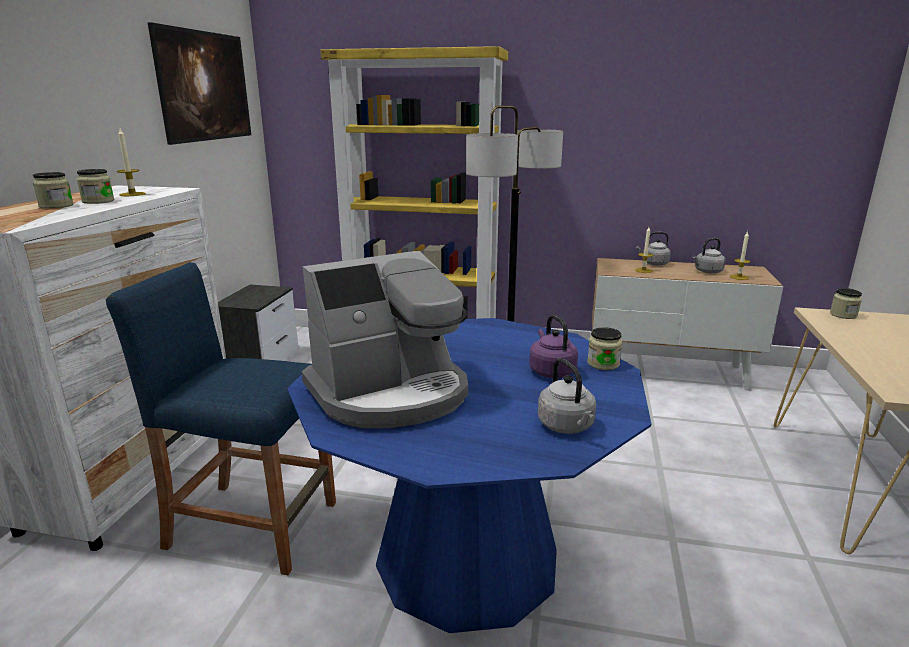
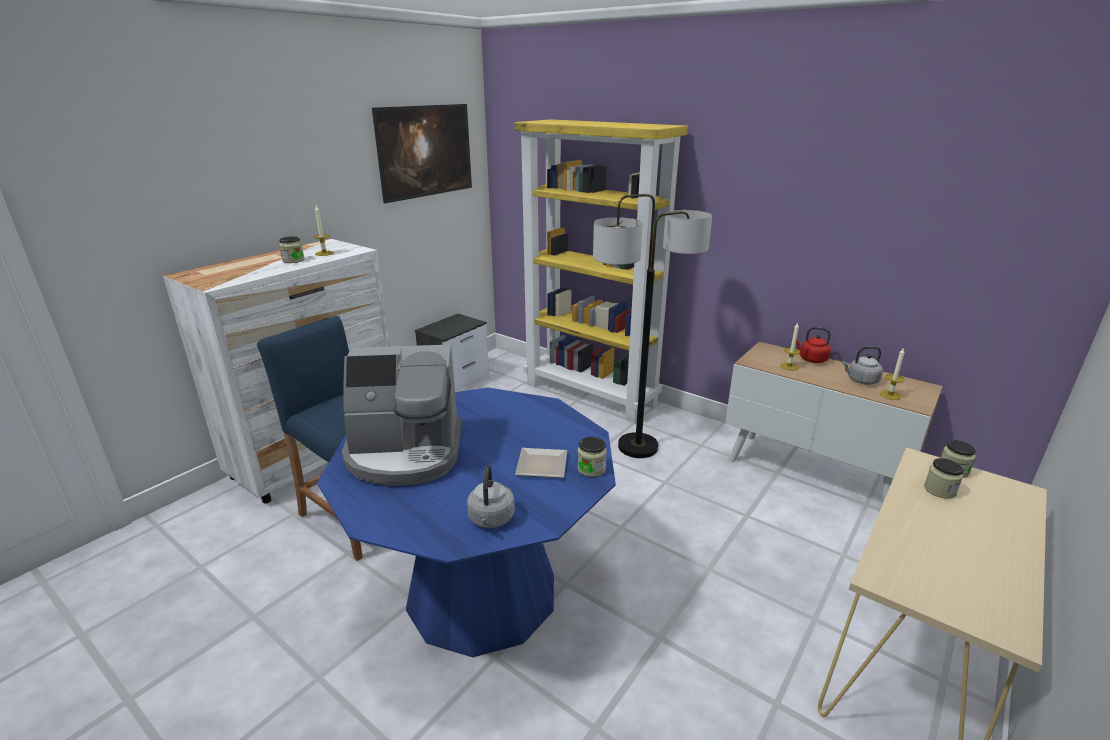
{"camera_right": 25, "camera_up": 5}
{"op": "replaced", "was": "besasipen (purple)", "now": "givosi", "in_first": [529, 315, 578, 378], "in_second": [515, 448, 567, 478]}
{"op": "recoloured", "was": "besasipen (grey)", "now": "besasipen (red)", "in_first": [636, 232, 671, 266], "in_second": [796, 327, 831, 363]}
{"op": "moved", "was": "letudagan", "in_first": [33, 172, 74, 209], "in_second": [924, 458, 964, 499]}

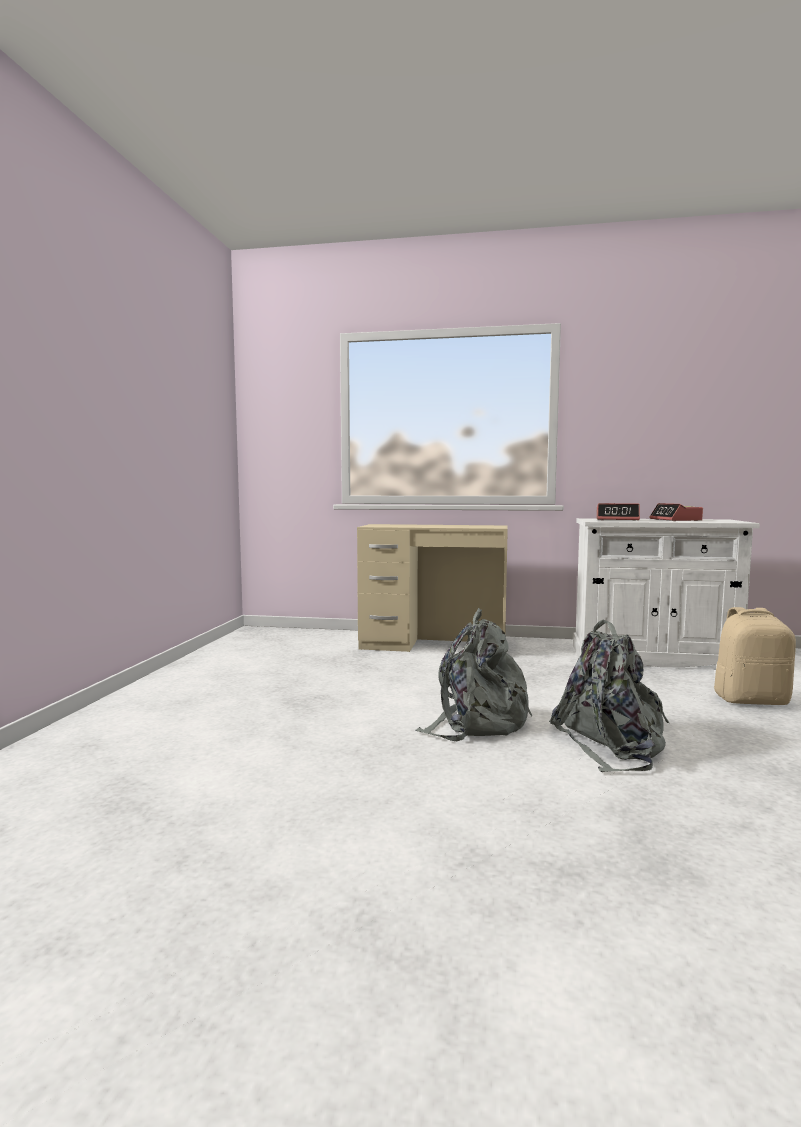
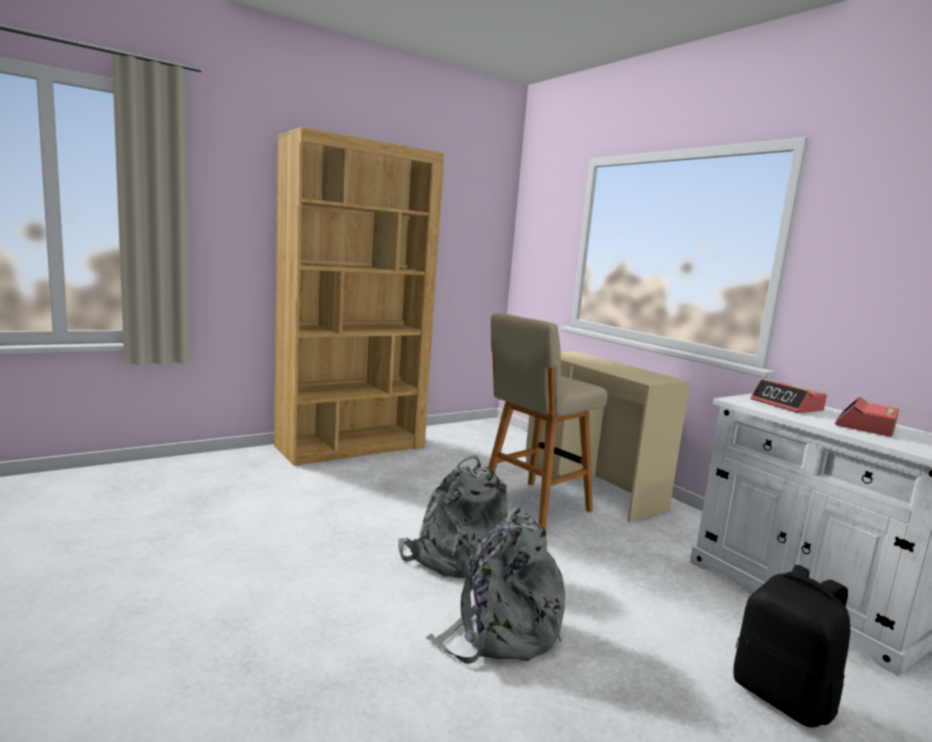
{"camera_right": 45, "camera_up": 5}
{"op": "added", "now": "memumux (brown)", "in_second": [274, 127, 444, 466]}
{"op": "added", "now": "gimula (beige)", "in_second": [488, 313, 608, 530]}
{"op": "recoloured", "was": "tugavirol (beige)", "now": "tugavirol (black)", "in_first": [714, 607, 796, 705], "in_second": [733, 565, 851, 728]}

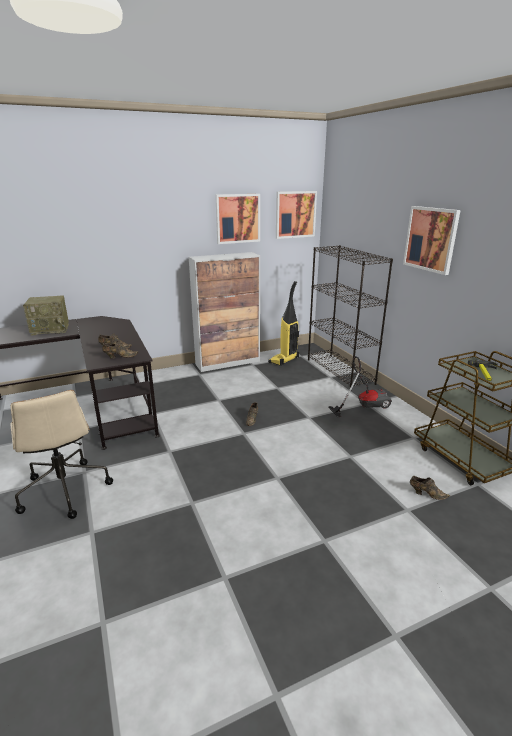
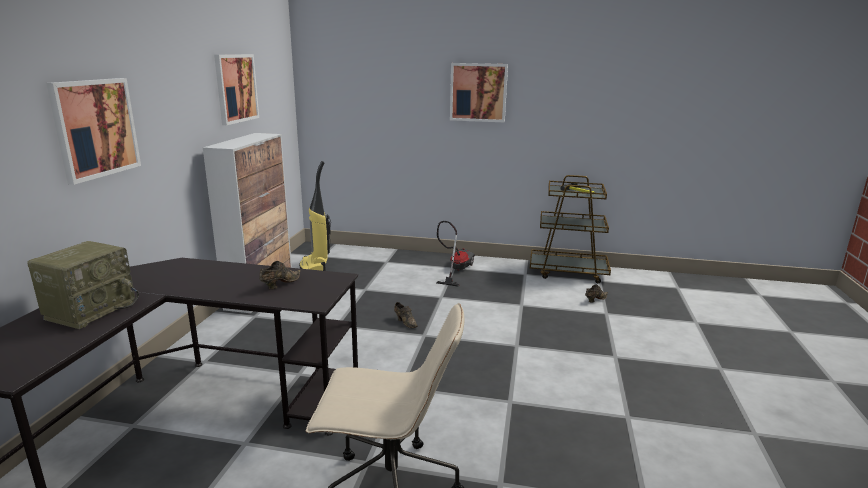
{"camera_right": -55, "camera_up": -5}
{"op": "moved", "was": "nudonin", "in_first": [276, 191, 317, 239], "in_second": [46, 78, 141, 185]}
{"op": "removed", "was": "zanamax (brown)", "in_first": [102, 341, 138, 359]}
{"op": "removed", "was": "memumux (black)", "in_first": [308, 245, 393, 390]}

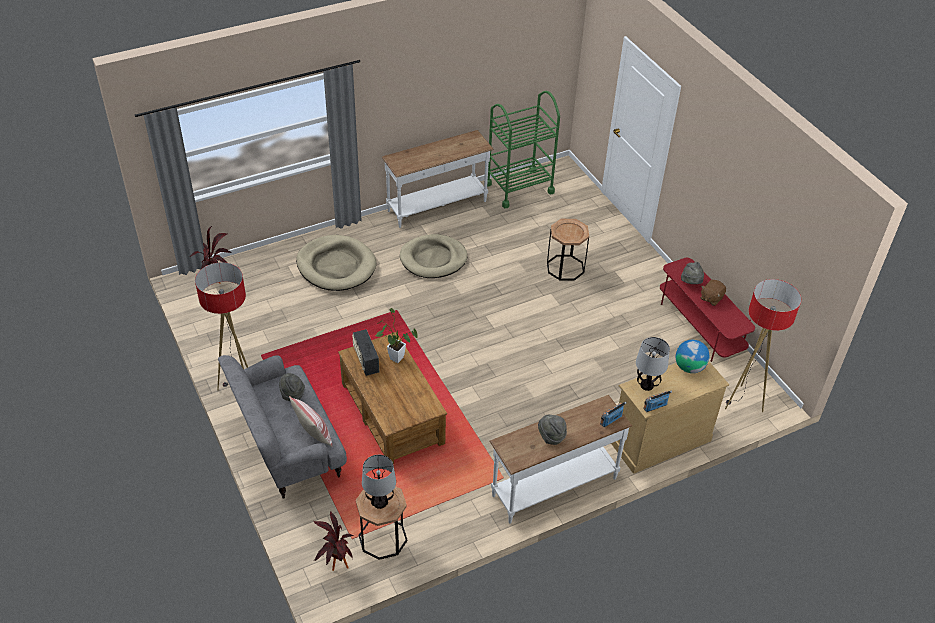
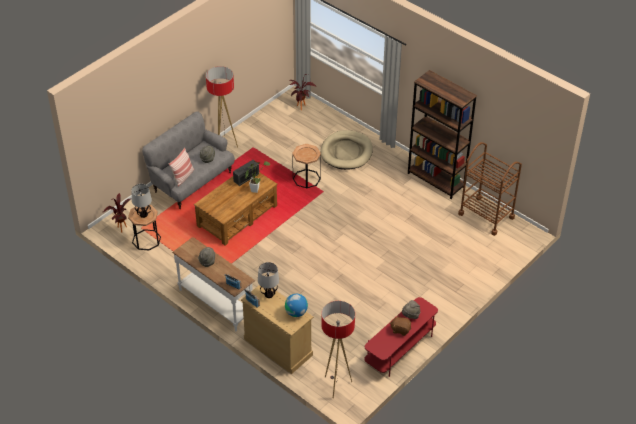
{"camera_right": 70, "camera_up": 0}
{"op": "moved", "was": "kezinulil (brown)", "in_first": [547, 219, 589, 280], "in_second": [292, 144, 321, 188]}
{"op": "replaced", "was": "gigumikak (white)", "now": "memumux (brown)", "in_first": [382, 130, 494, 228], "in_second": [408, 70, 477, 199]}
{"op": "recoloured", "was": "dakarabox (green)", "now": "dakarabox (brown)", "in_first": [487, 91, 560, 208], "in_second": [458, 142, 522, 236]}
{"op": "removed", "was": "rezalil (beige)", "in_first": [400, 234, 467, 278]}

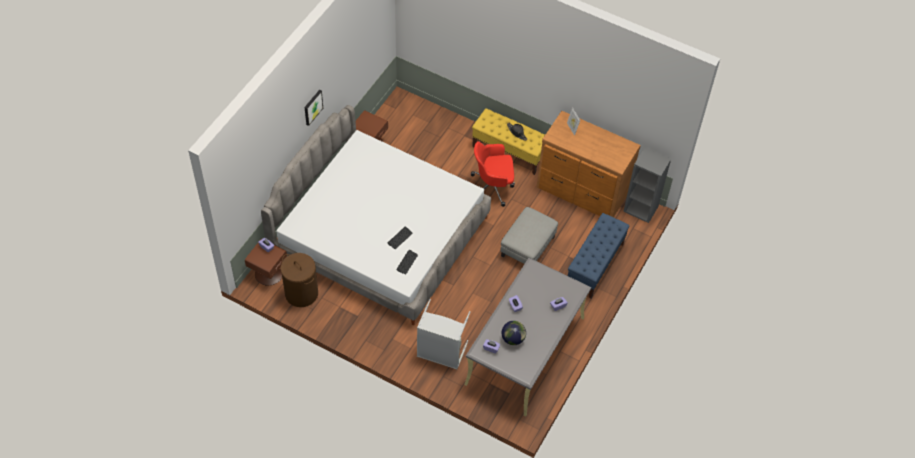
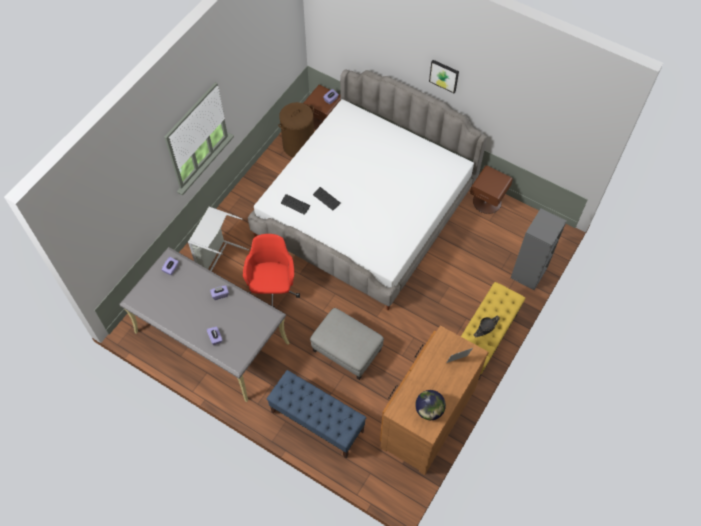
{"camera_right": 95, "camera_up": 5}
{"op": "moved", "was": "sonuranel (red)", "in_first": [471, 141, 515, 207], "in_second": [243, 234, 300, 308]}
{"op": "moved", "was": "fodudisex", "in_first": [502, 321, 526, 345], "in_second": [415, 390, 446, 420]}
{"op": "moved", "was": "memumux (grey)", "in_first": [623, 147, 671, 223], "in_second": [511, 208, 567, 290]}

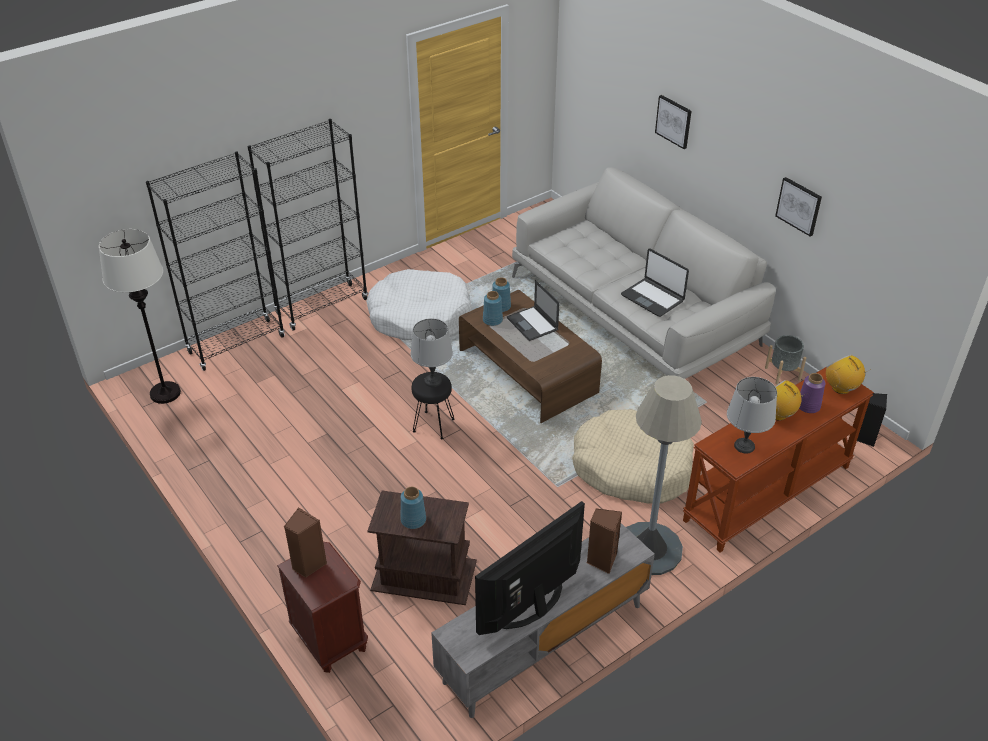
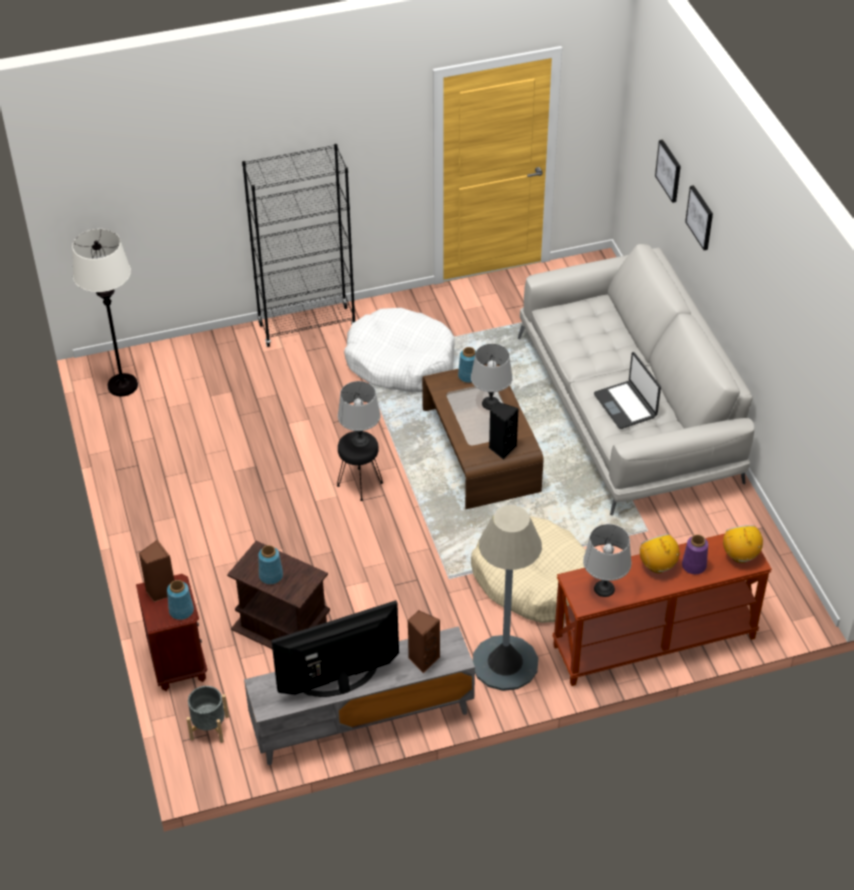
{"camera_right": 20, "camera_up": 5}
{"op": "moved", "was": "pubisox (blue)", "in_first": [483, 291, 503, 326], "in_second": [167, 580, 194, 620]}
{"op": "moved", "was": "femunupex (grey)", "in_first": [765, 335, 806, 385], "in_second": [186, 686, 229, 743]}
{"op": "replaced", "was": "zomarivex", "now": "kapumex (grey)", "in_first": [507, 280, 560, 341], "in_second": [471, 344, 512, 410]}
{"op": "moved", "was": "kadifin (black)", "in_first": [857, 393, 887, 447], "in_second": [489, 402, 519, 460]}
{"op": "moved", "was": "nudonin", "in_first": [775, 177, 822, 236], "in_second": [655, 140, 681, 203]}
{"op": "removed", "was": "memumux (black)", "in_first": [146, 152, 285, 371]}

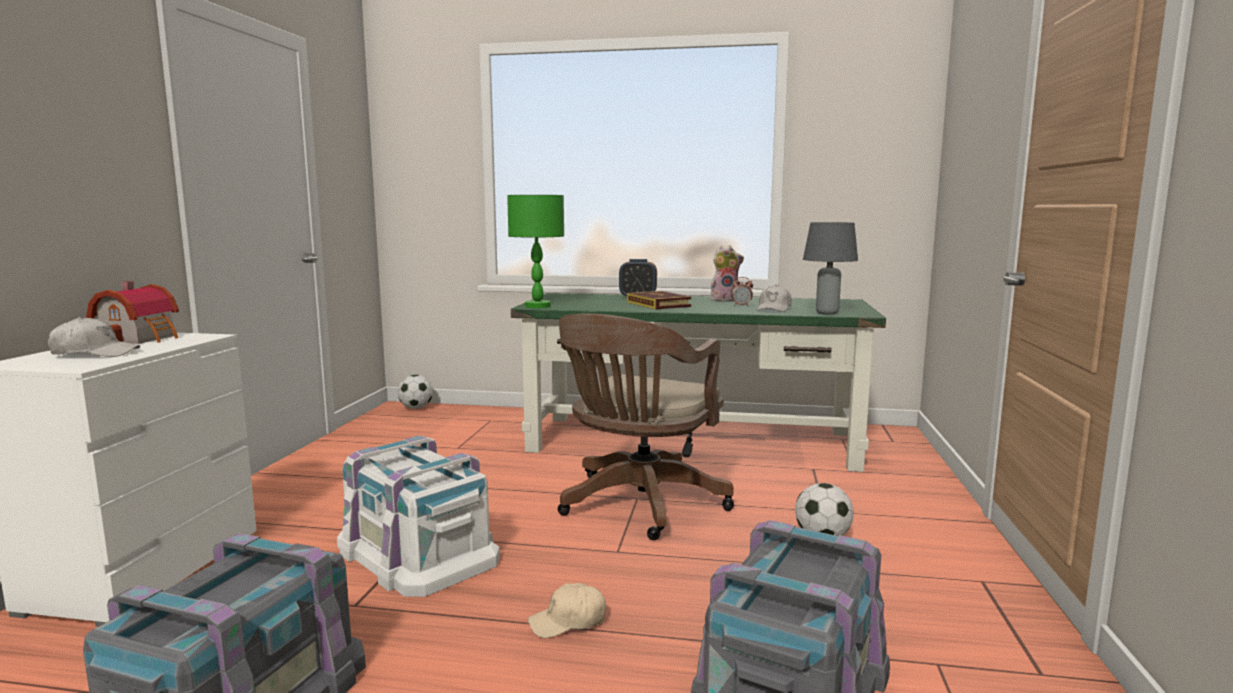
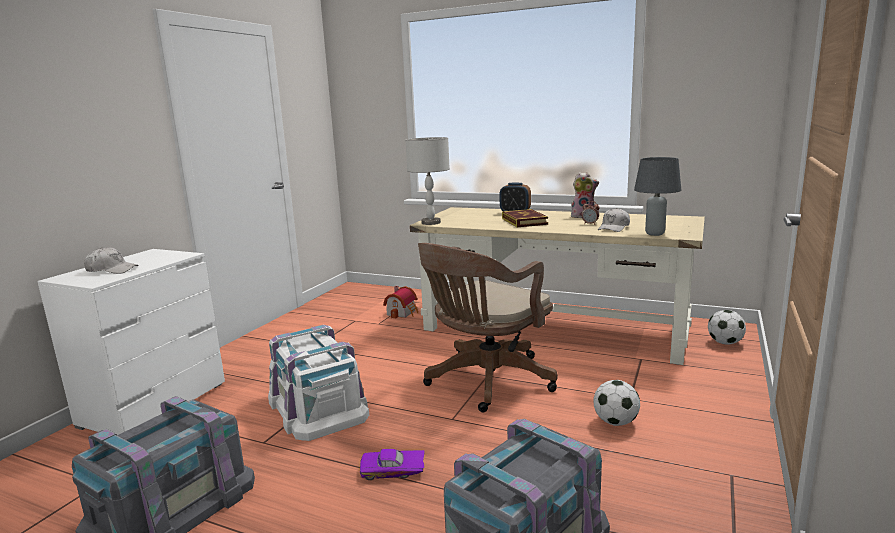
{"camera_right": 15, "camera_up": 5}
{"op": "replaced", "was": "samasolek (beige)", "now": "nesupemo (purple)", "in_first": [528, 583, 606, 638], "in_second": [360, 449, 425, 480]}
{"op": "moved", "was": "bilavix", "in_first": [86, 281, 179, 344], "in_second": [383, 286, 418, 319]}
{"op": "recoloured", "was": "kapumex (green)", "now": "kapumex (grey)", "in_first": [507, 195, 564, 308], "in_second": [406, 137, 450, 225]}
{"op": "recoloured", "was": "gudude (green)", "now": "gudude (beige)", "in_first": [511, 293, 886, 472], "in_second": [410, 207, 705, 365]}
{"op": "moved", "was": "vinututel", "in_first": [397, 375, 433, 409], "in_second": [708, 310, 746, 345]}

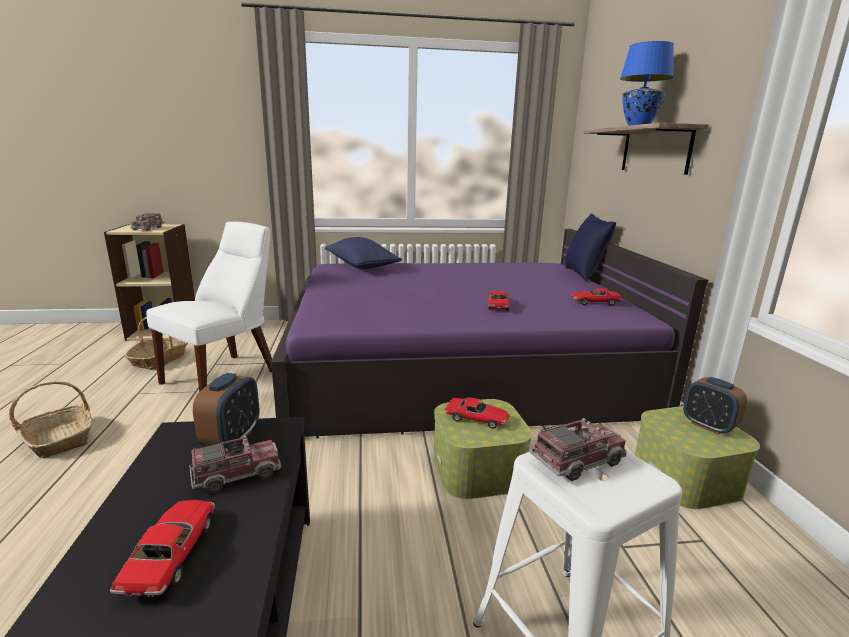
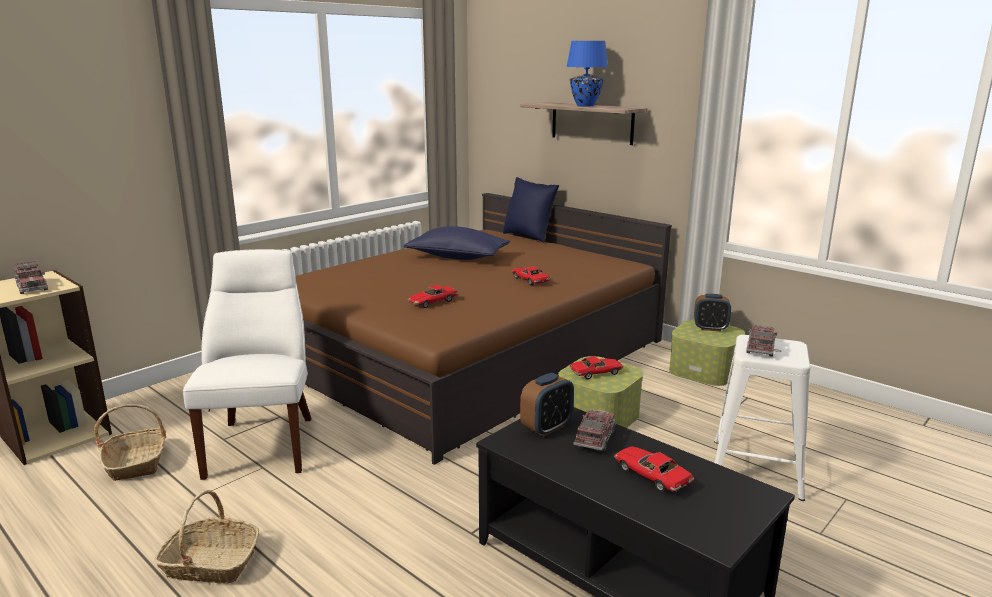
{"camera_right": -40, "camera_up": 0}
{"op": "recoloured", "was": "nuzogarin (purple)", "now": "nuzogarin (brown)", "in_first": [271, 229, 708, 439], "in_second": [296, 193, 672, 465]}
{"op": "moved", "was": "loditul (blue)", "in_first": [325, 237, 402, 269], "in_second": [404, 226, 510, 260]}
{"op": "moved", "was": "nesupemo", "in_first": [570, 288, 623, 306], "in_second": [407, 285, 458, 308]}
{"op": "turned", "was": "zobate", "in_first": [193, 373, 260, 449], "in_second": [520, 373, 574, 436], "clockwise": 75}

